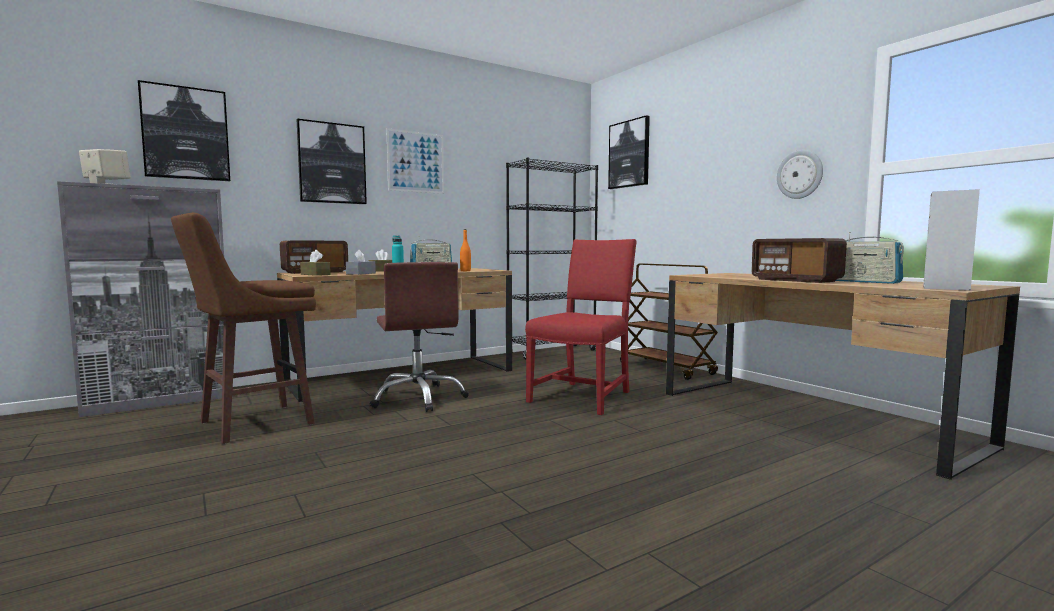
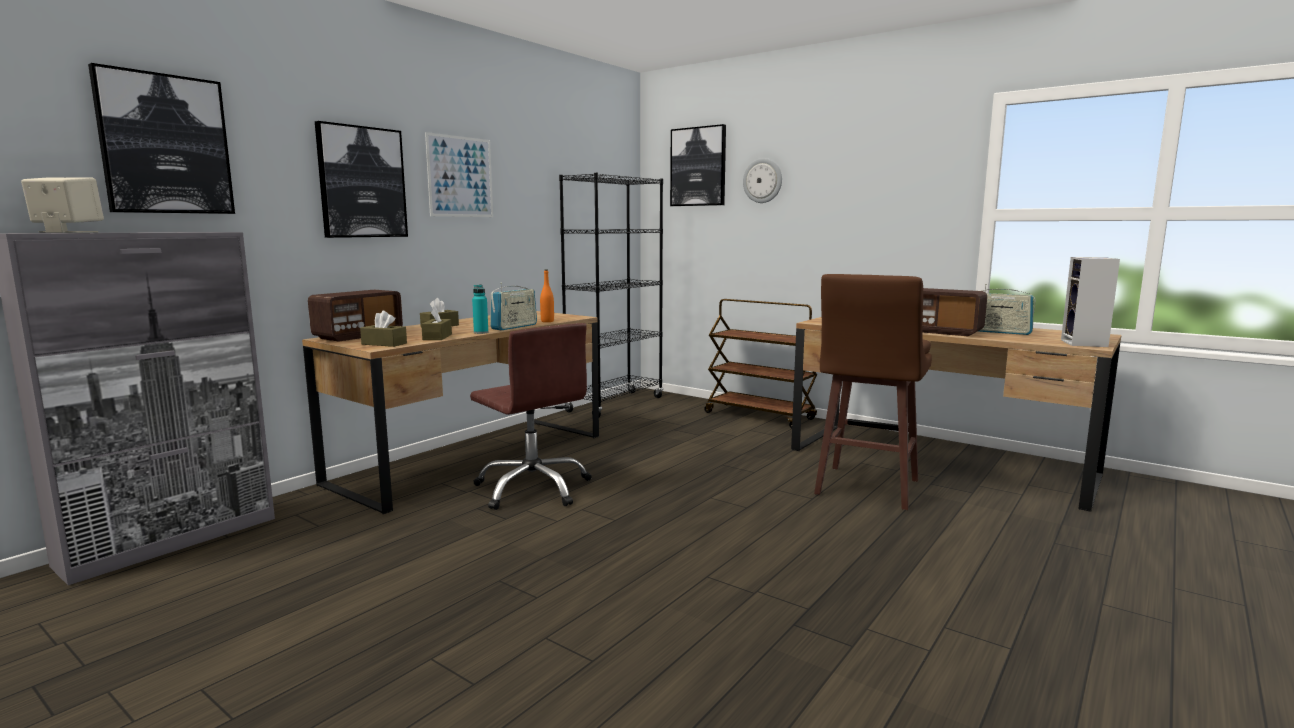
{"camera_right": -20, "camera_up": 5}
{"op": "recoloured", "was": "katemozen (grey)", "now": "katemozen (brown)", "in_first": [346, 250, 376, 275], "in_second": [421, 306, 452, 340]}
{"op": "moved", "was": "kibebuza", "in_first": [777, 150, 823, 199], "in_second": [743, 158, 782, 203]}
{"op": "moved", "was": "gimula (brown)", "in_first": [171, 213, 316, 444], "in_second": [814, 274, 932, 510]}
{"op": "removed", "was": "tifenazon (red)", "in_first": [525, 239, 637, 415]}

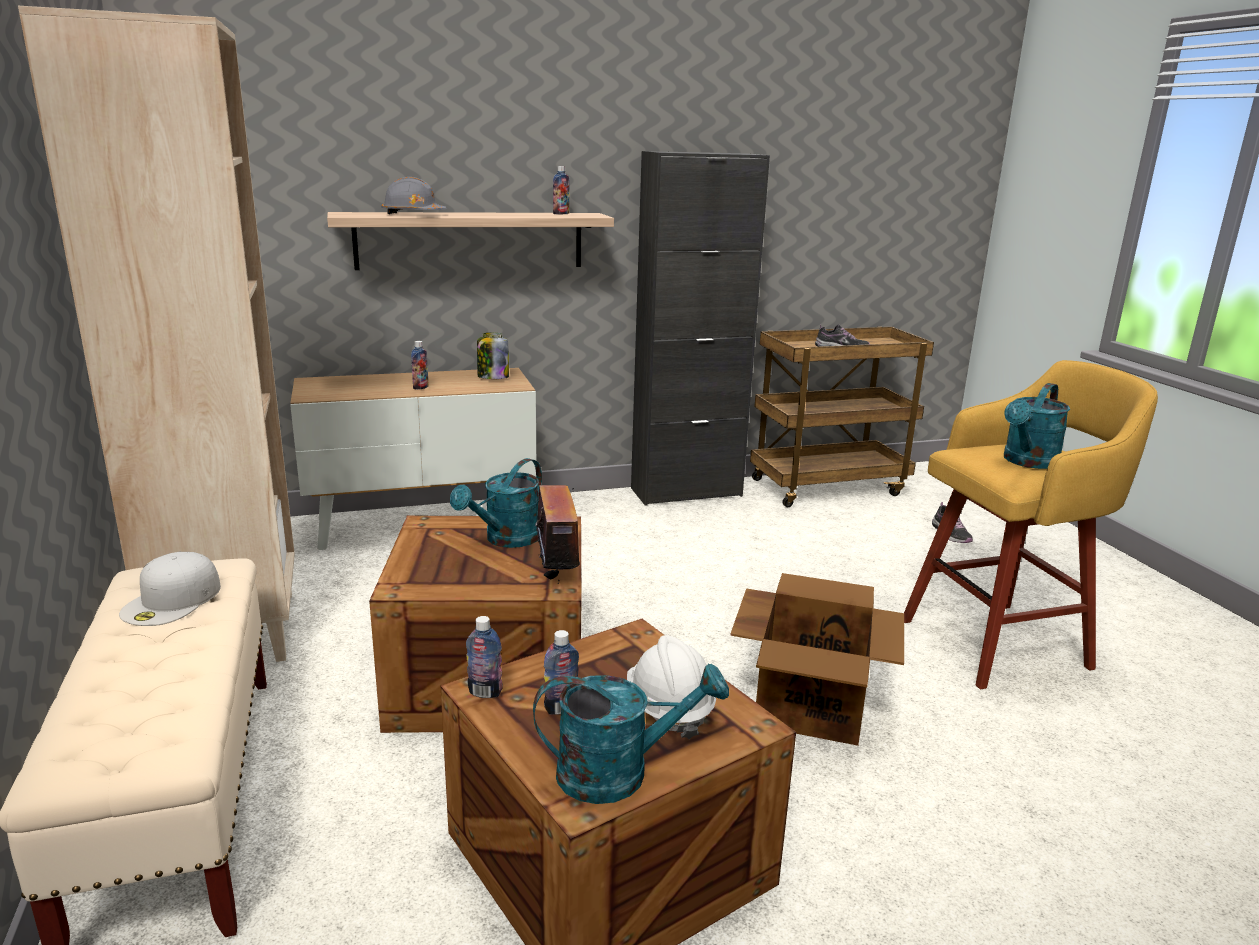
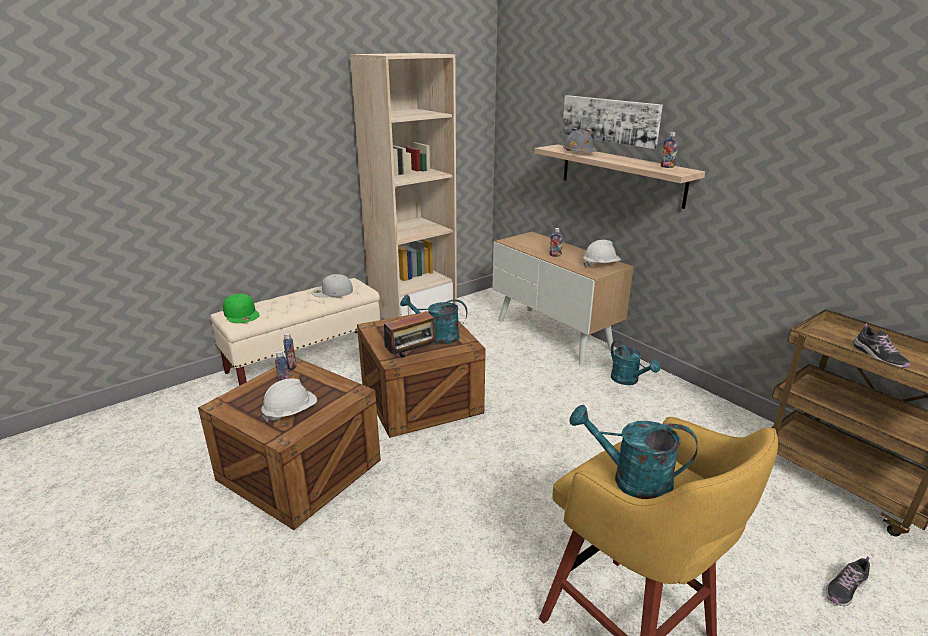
{"camera_right": 70, "camera_up": 5}
{"op": "added", "now": "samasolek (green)", "in_second": [223, 294, 259, 323]}
{"op": "added", "now": "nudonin", "in_second": [562, 95, 663, 149]}
{"op": "replaced", "was": "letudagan", "now": "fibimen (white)", "in_first": [477, 332, 509, 379], "in_second": [583, 240, 621, 267]}
{"op": "moved", "was": "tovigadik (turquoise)", "in_first": [533, 663, 729, 804], "in_second": [611, 340, 660, 385]}
{"op": "removed", "was": "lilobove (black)", "in_first": [631, 151, 770, 506]}
{"op": "removed", "was": "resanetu", "in_first": [730, 573, 904, 746]}

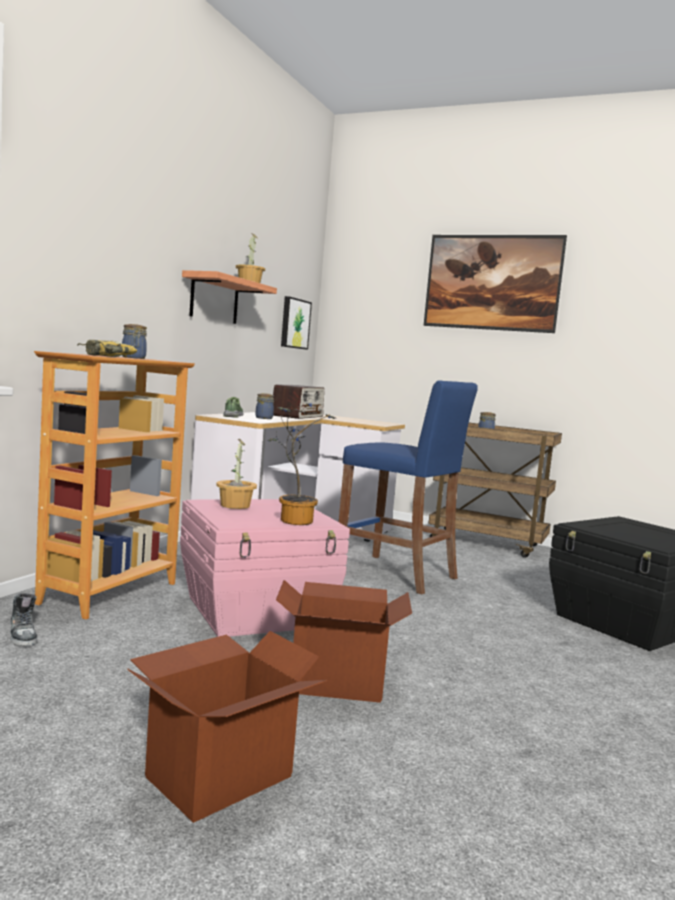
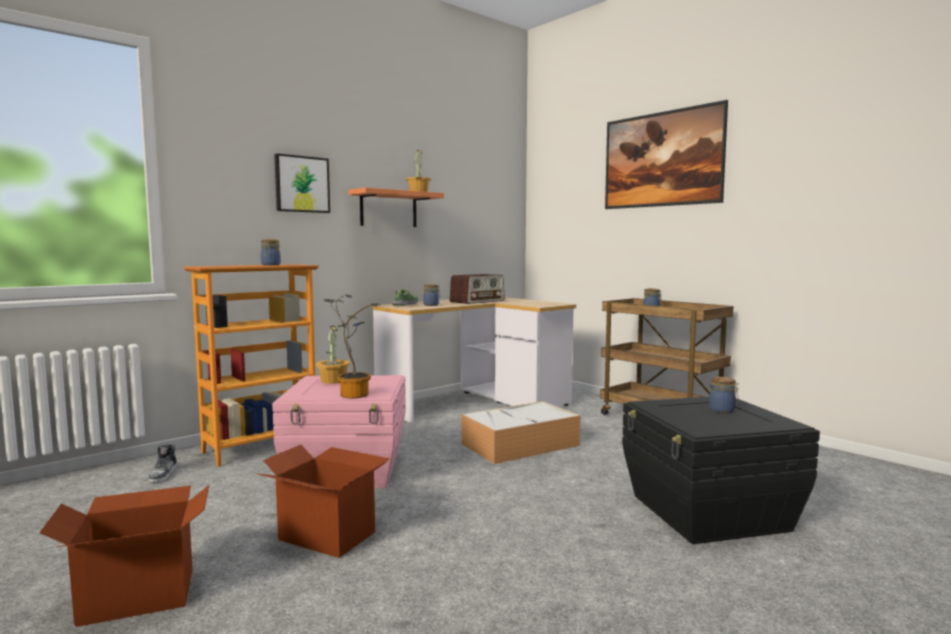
{"camera_right": 25, "camera_up": 0}
{"op": "moved", "was": "nudonin", "in_first": [281, 296, 312, 350], "in_second": [274, 153, 330, 213]}
{"op": "replaced", "was": "gimula (blue)", "now": "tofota", "in_first": [339, 381, 478, 594], "in_second": [461, 401, 581, 464]}
{"op": "added", "now": "letudagan", "in_second": [709, 377, 739, 414]}
{"op": "removed", "was": "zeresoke", "in_first": [77, 340, 137, 357]}

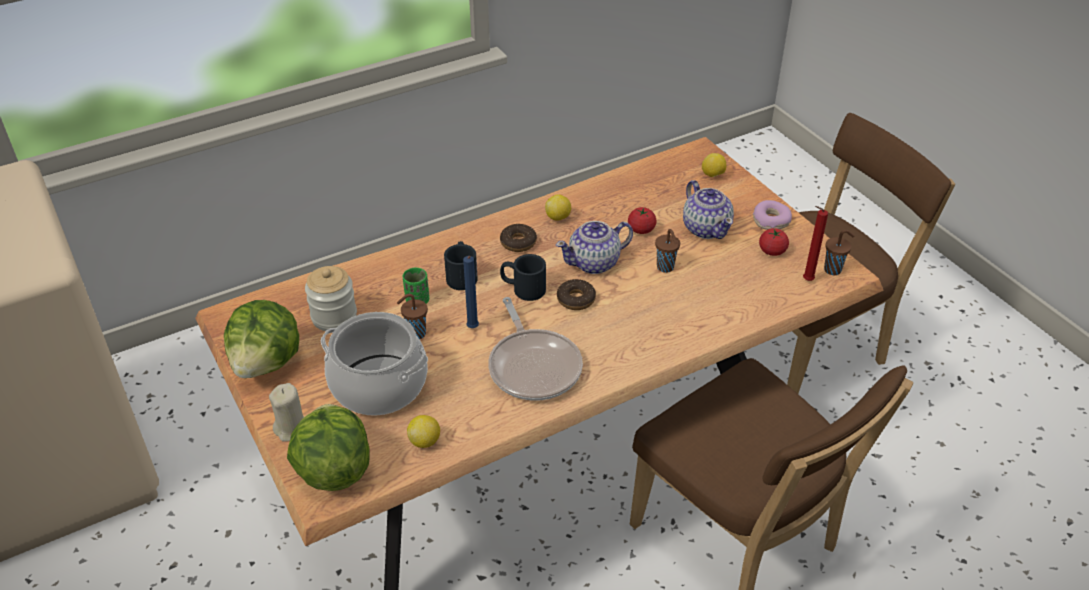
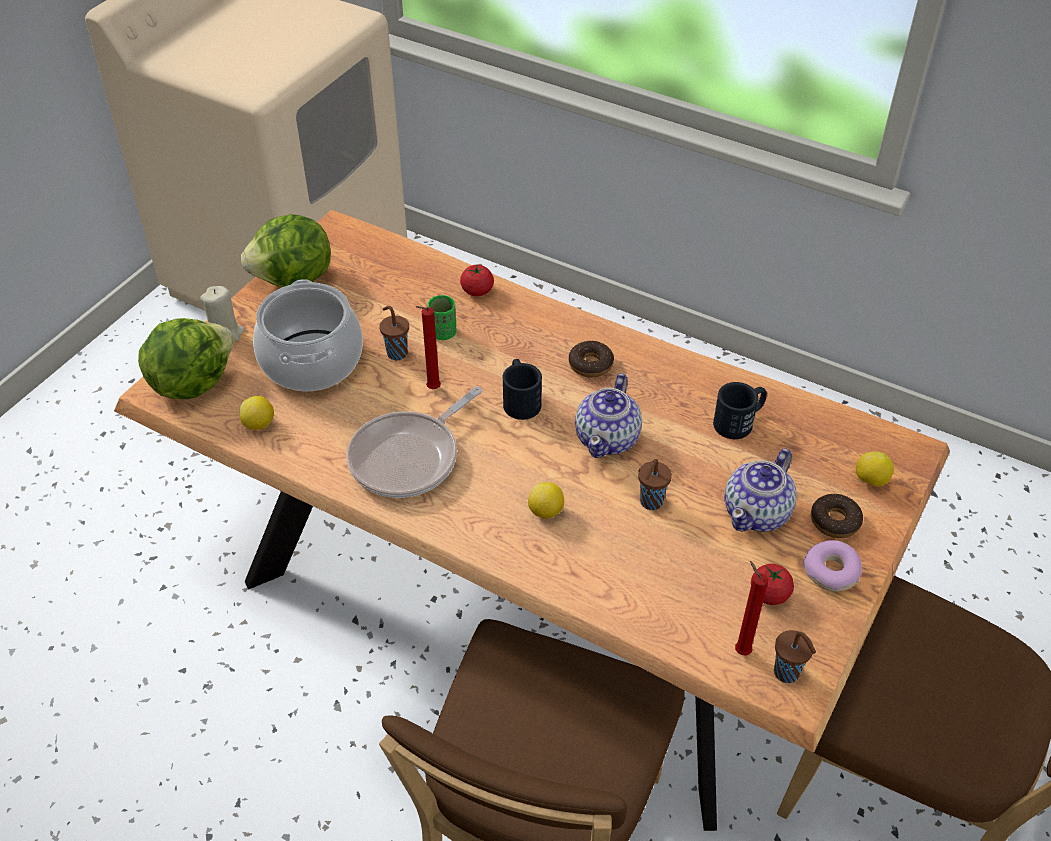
{"camera_right": 60, "camera_up": 5}
{"op": "recoloured", "was": "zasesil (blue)", "now": "zasesil (red)", "in_first": [463, 256, 479, 328], "in_second": [416, 306, 441, 389]}
{"op": "moved", "was": "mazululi", "in_first": [628, 207, 656, 234], "in_second": [460, 265, 494, 296]}
{"op": "moved", "was": "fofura", "in_first": [545, 195, 571, 221], "in_second": [528, 482, 564, 519]}
{"op": "turned", "was": "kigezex", "in_first": [556, 221, 633, 274], "in_second": [575, 373, 642, 458], "clockwise": -105}
{"op": "moved", "was": "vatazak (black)", "in_first": [444, 241, 478, 290], "in_second": [713, 382, 767, 439]}
{"op": "moved", "was": "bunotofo", "in_first": [557, 279, 596, 310], "in_second": [811, 494, 863, 538]}
{"op": "removed", "was": "letudagan", "in_first": [305, 266, 357, 331]}

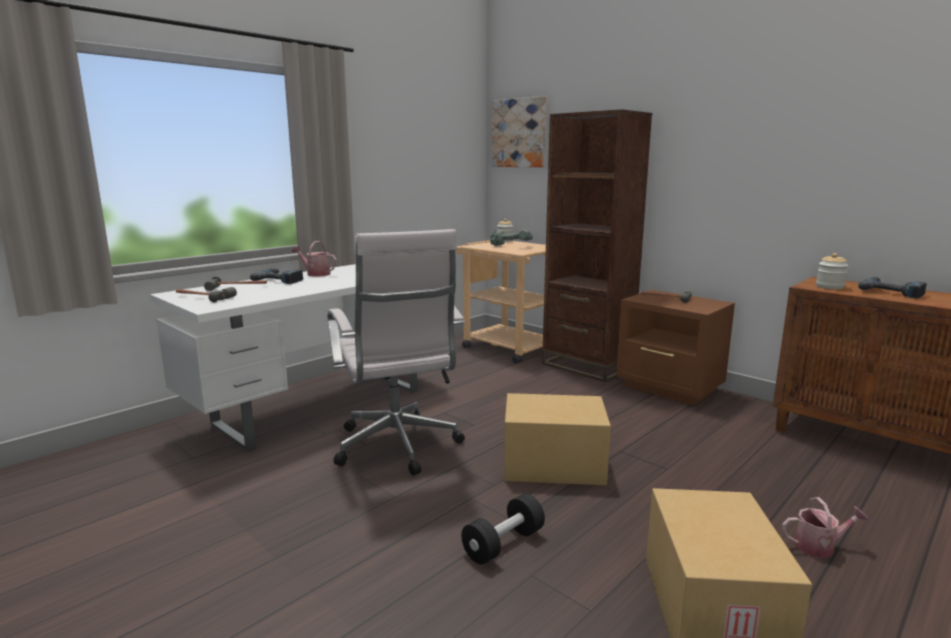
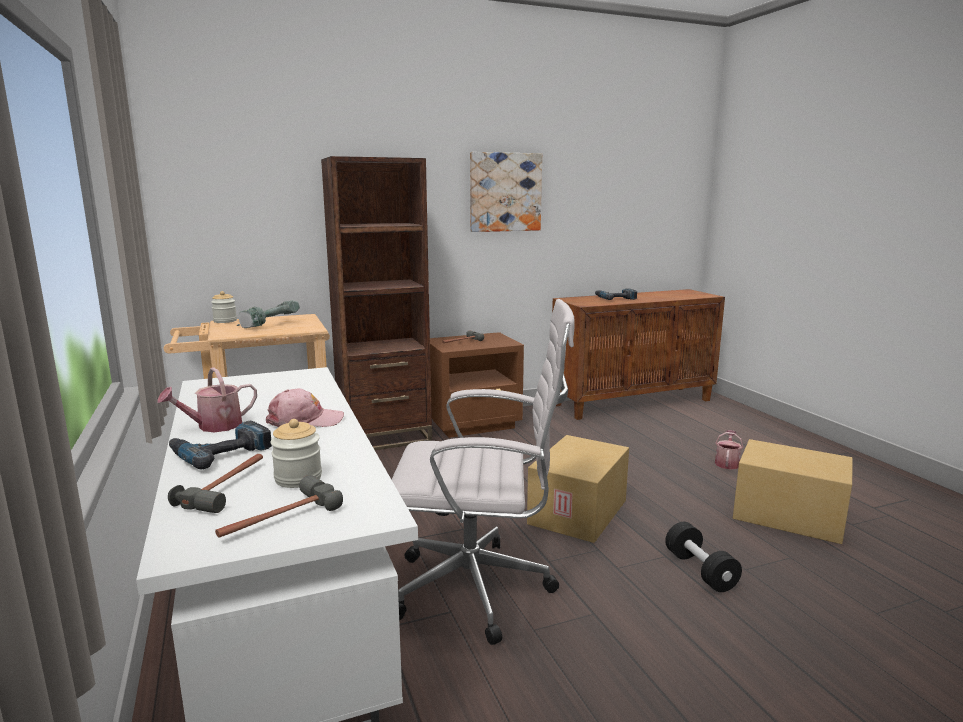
{"camera_right": -65, "camera_up": 0}
{"op": "added", "now": "samasolek (pink)", "in_second": [266, 388, 344, 428]}
{"op": "moved", "was": "letudagan", "in_first": [816, 253, 848, 289], "in_second": [270, 419, 322, 488]}
{"op": "moved", "was": "nudonin", "in_first": [492, 96, 546, 167], "in_second": [470, 152, 542, 232]}

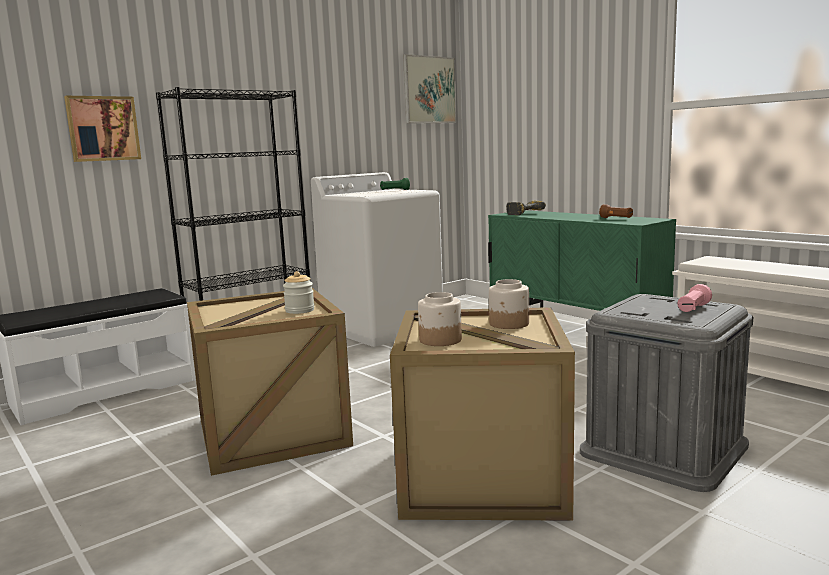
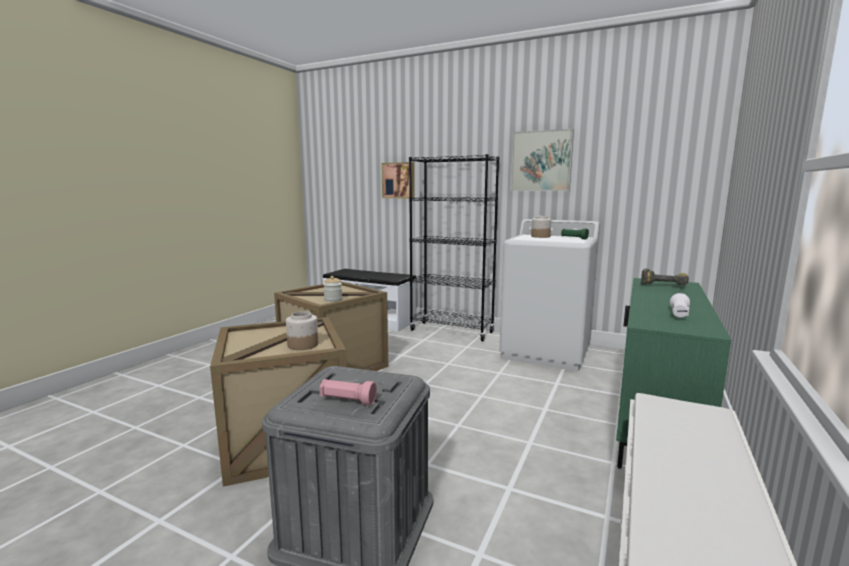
{"camera_right": 65, "camera_up": 0}
{"op": "moved", "was": "nudonin", "in_first": [403, 54, 457, 123], "in_second": [511, 129, 574, 191]}
{"op": "moved", "was": "letudagan", "in_first": [418, 292, 462, 346], "in_second": [531, 216, 551, 238]}
{"op": "recoloured", "was": "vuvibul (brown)", "now": "vuvibul (white)", "in_first": [599, 204, 633, 218], "in_second": [670, 293, 690, 318]}

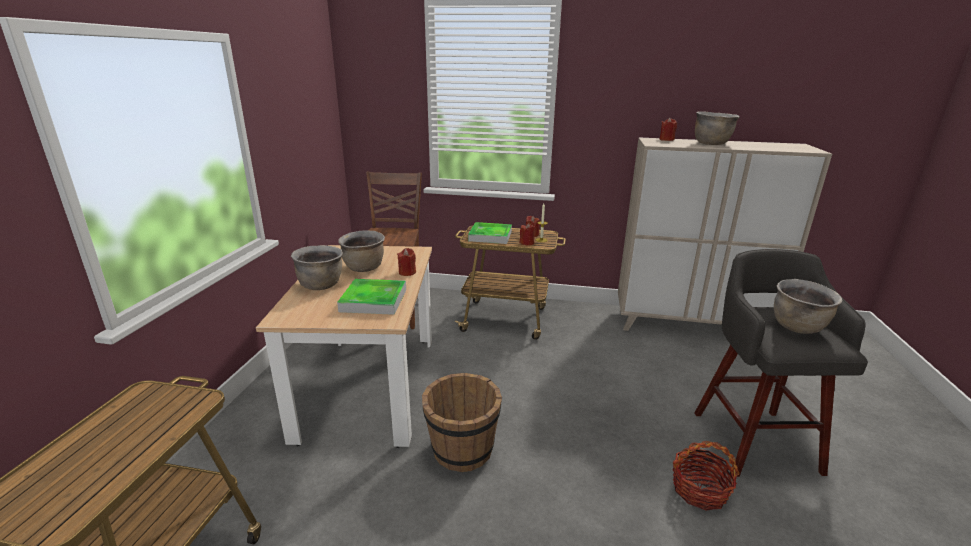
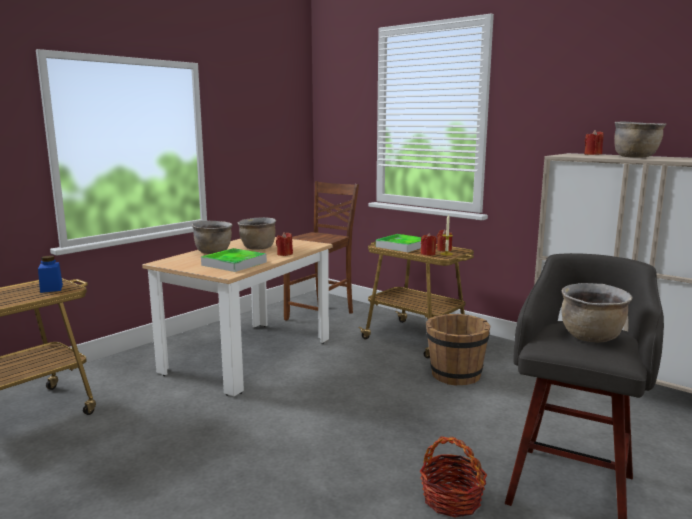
{"camera_right": 30, "camera_up": -10}
{"op": "added", "now": "letudagan (blue)", "in_second": [38, 256, 63, 293]}
{"op": "moved", "was": "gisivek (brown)", "in_first": [422, 373, 502, 472], "in_second": [426, 314, 490, 386]}

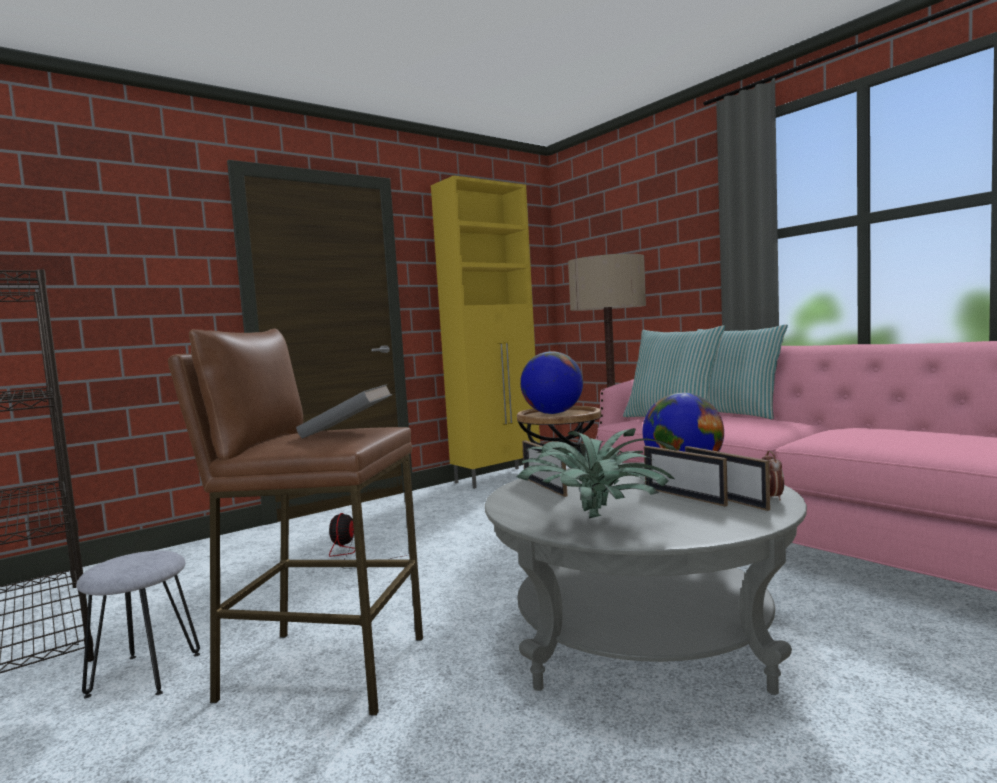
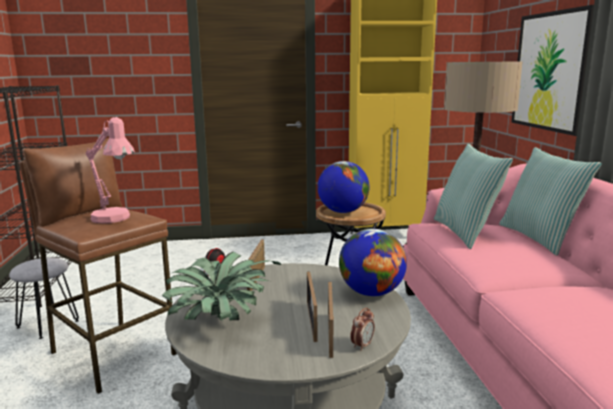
{"camera_right": 30, "camera_up": 10}
{"op": "replaced", "was": "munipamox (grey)", "now": "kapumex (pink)", "in_first": [296, 384, 392, 439], "in_second": [85, 117, 135, 223]}
{"op": "added", "now": "nudonin", "in_second": [511, 5, 594, 136]}

